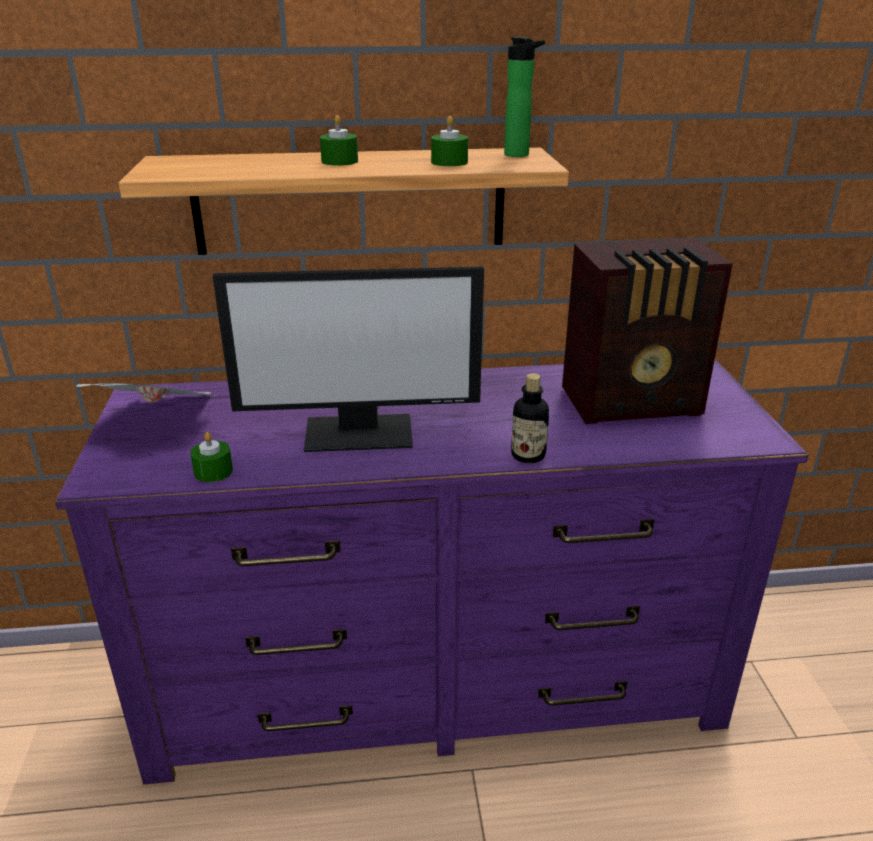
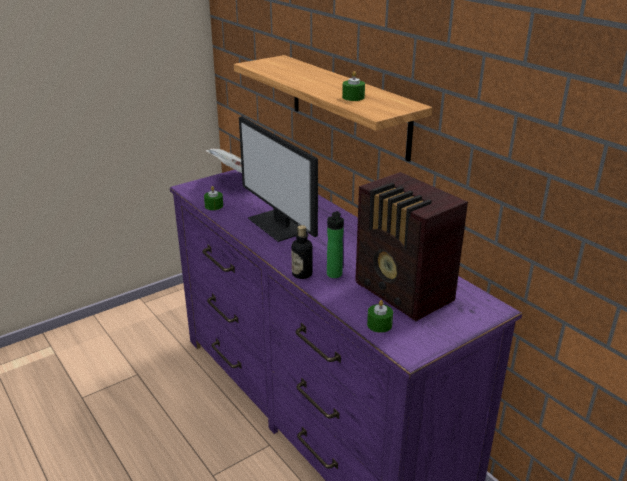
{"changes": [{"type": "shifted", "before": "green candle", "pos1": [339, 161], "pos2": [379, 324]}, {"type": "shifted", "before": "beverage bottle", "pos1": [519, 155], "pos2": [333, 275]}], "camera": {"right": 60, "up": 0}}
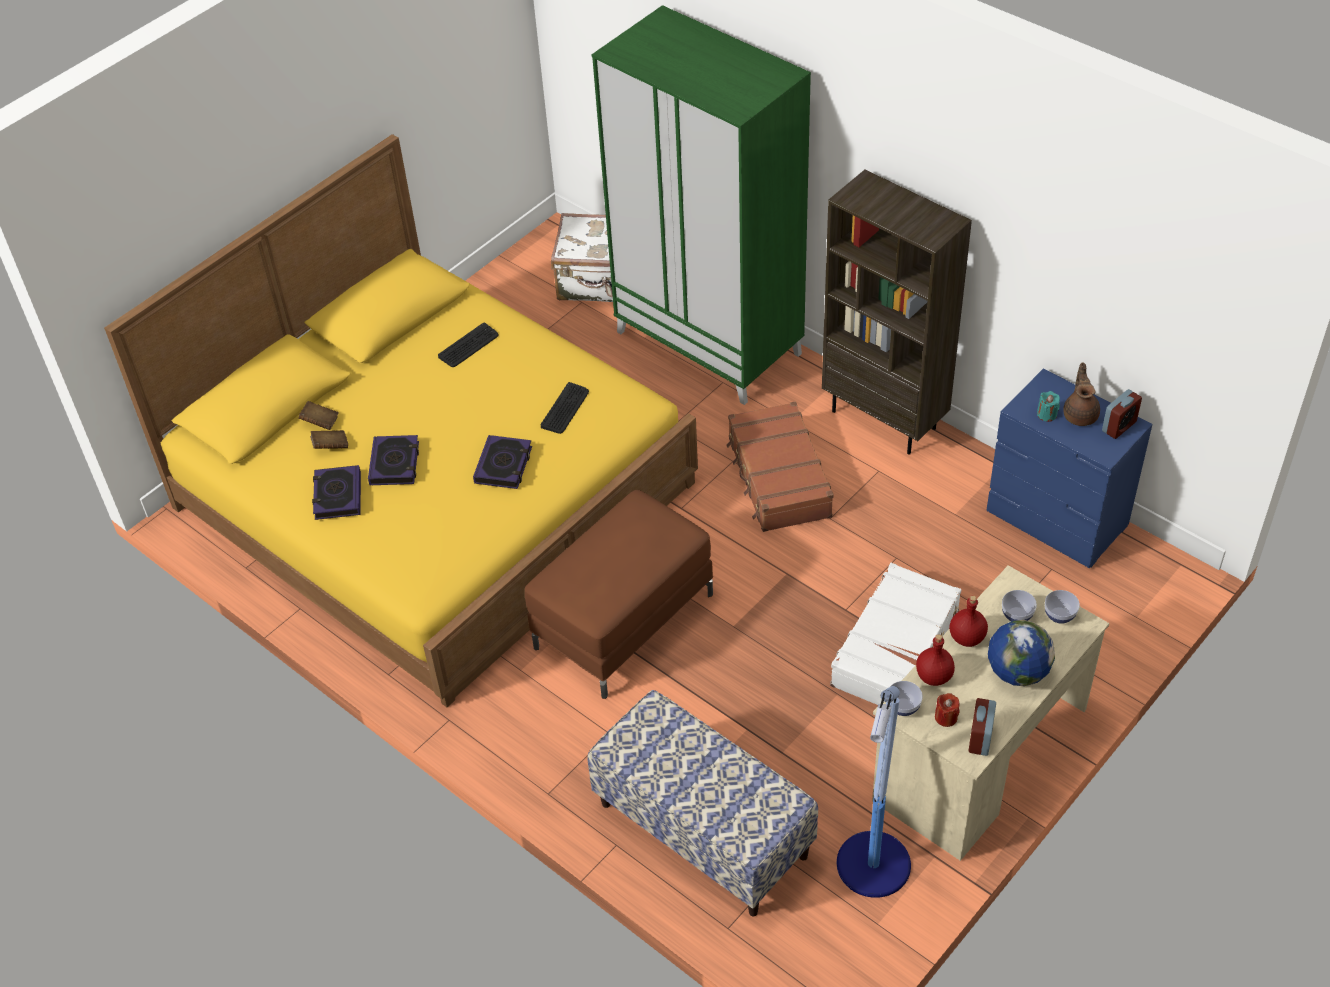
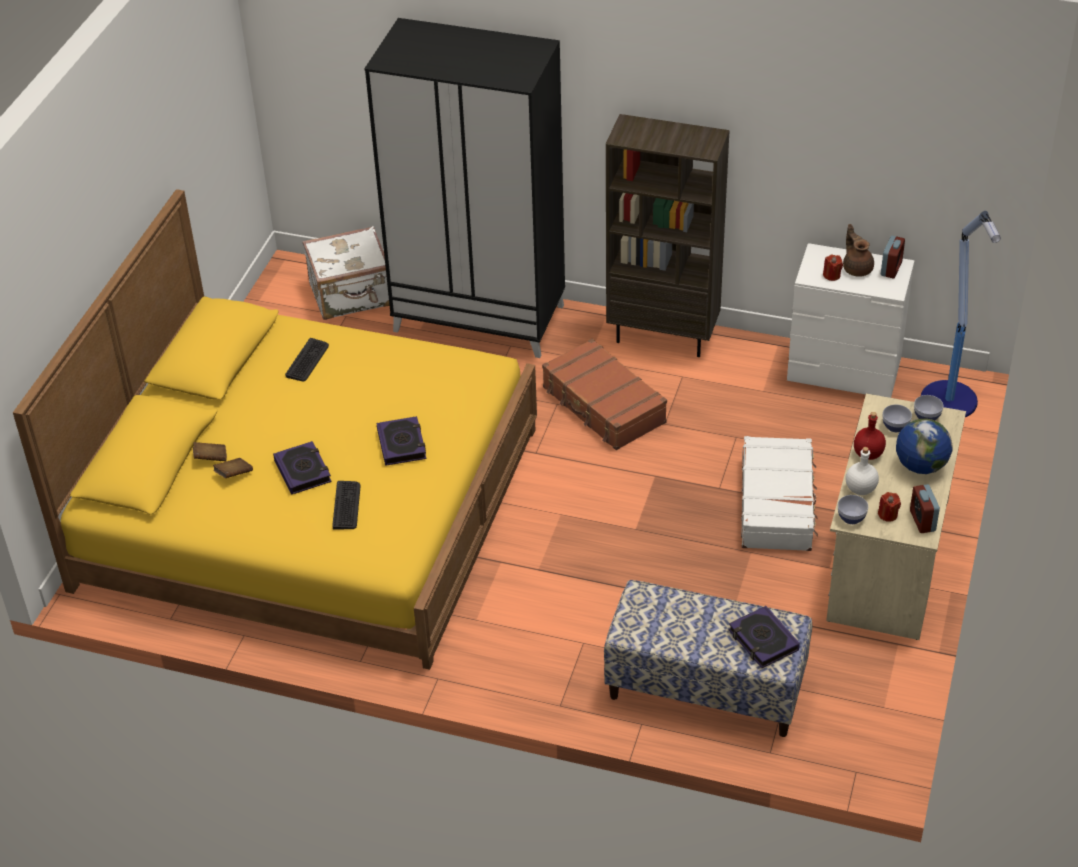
{"changes": [{"type": "shifted", "before": "book", "pos1": [337, 496], "pos2": [763, 640]}, {"type": "gone", "before": "brown-coloured footrest", "pos1": [624, 620]}, {"type": "shifted", "before": "keyboard", "pos1": [565, 409], "pos2": [346, 505]}, {"type": "repainted", "before": "green armoire", "after": "black armoire", "pos1": [710, 343], "pos2": [480, 318]}, {"type": "shifted", "before": "standing lamp", "pos1": [873, 867], "pos2": [949, 402]}, {"type": "repainted", "before": "red beverage bottle", "after": "white beverage bottle", "pos1": [934, 676], "pos2": [860, 488]}, {"type": "repainted", "before": "bluish chest of drawers", "after": "white chest of drawers", "pos1": [1057, 519], "pos2": [844, 371]}, {"type": "repainted", "before": "turquoise candle", "after": "red candle", "pos1": [1047, 414], "pos2": [832, 275]}], "camera": {"right": -25, "up": -5}}
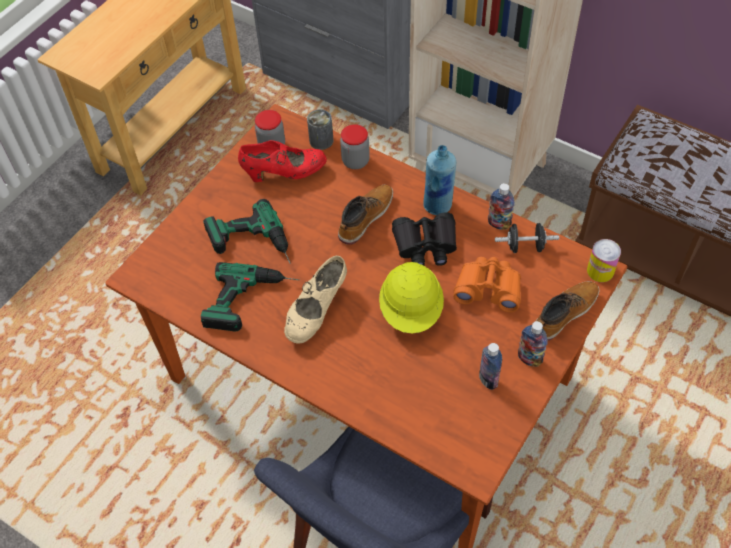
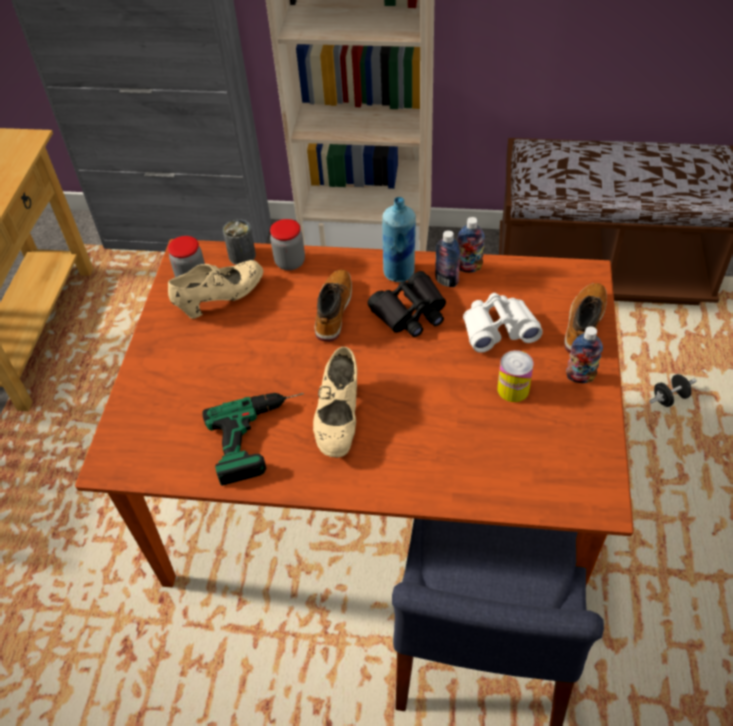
{"changes": [{"type": "gone", "before": "power drill", "pos1": [251, 246]}, {"type": "repainted", "before": "red shoe", "after": "sand-coloured shoe", "pos1": [284, 173], "pos2": [221, 299]}, {"type": "gone", "before": "yellow hard hat", "pos1": [411, 310]}, {"type": "repainted", "before": "orangey binoculars", "after": "white binoculars", "pos1": [488, 289], "pos2": [498, 329]}, {"type": "shifted", "before": "beverage bottle", "pos1": [488, 379], "pos2": [446, 281]}, {"type": "shifted", "before": "black dumbbell", "pos1": [525, 246], "pos2": [669, 398]}, {"type": "shifted", "before": "metal can", "pos1": [600, 271], "pos2": [513, 389]}], "camera": {"right": -25, "up": -5}}
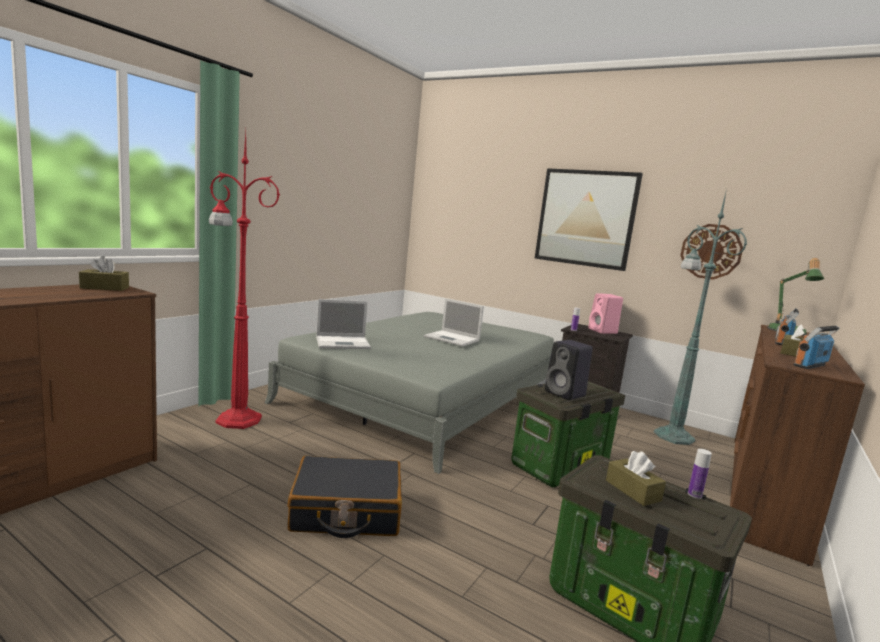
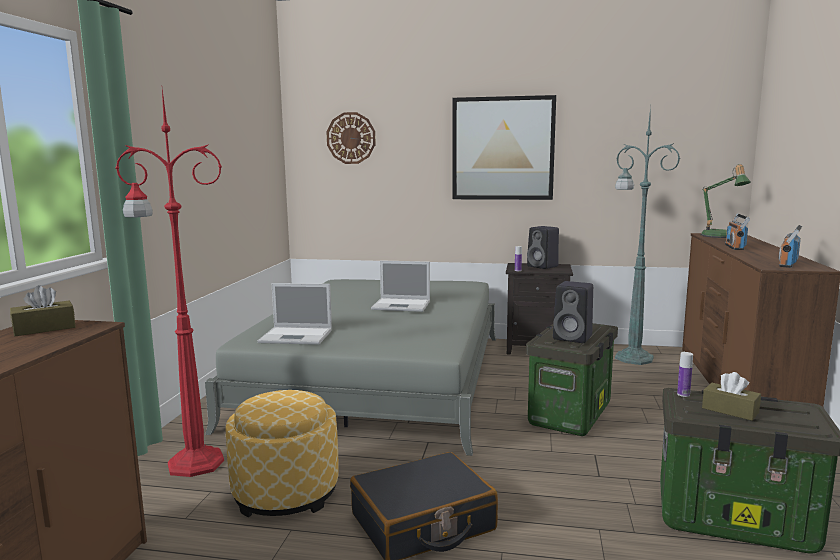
{"changes": [{"type": "rotated", "before": "notebook computer", "pos1": [344, 343], "pos2": [297, 336], "turn": 45}, {"type": "repainted", "before": "pinkish loudspeaker", "after": "black loudspeaker", "pos1": [603, 331], "pos2": [543, 266]}, {"type": "shifted", "before": "hanging clock", "pos1": [711, 251], "pos2": [351, 138]}, {"type": "shifted", "before": "beverage bottle", "pos1": [694, 495], "pos2": [683, 394]}, {"type": "gone", "before": "brown-coloured tissue box", "pos1": [792, 353]}, {"type": "new", "after": "footrest", "pos2": [285, 492]}], "camera": {"right": -20, "up": 0}}
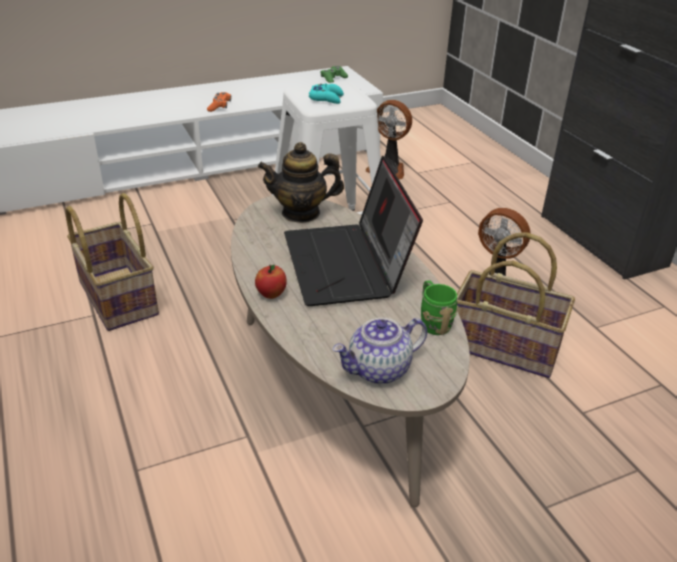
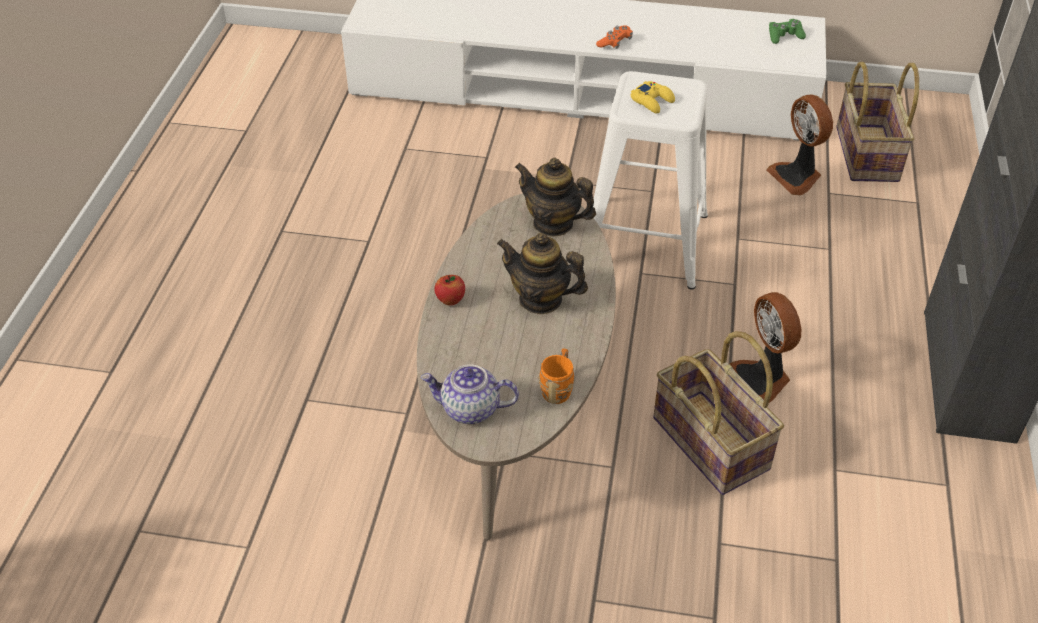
{"changes": [{"type": "shifted", "before": "basket", "pos1": [116, 298], "pos2": [865, 153]}, {"type": "swapped", "before": "notebook computer", "after": "tea pot", "pos1": [347, 265], "pos2": [541, 299]}, {"type": "repainted", "before": "turquoise gamepad", "after": "yellow gamepad", "pos1": [326, 98], "pos2": [652, 101]}, {"type": "repainted", "before": "green coffee mug", "after": "orangey coffee mug", "pos1": [433, 321], "pos2": [558, 388]}], "camera": {"right": 35, "up": 10}}
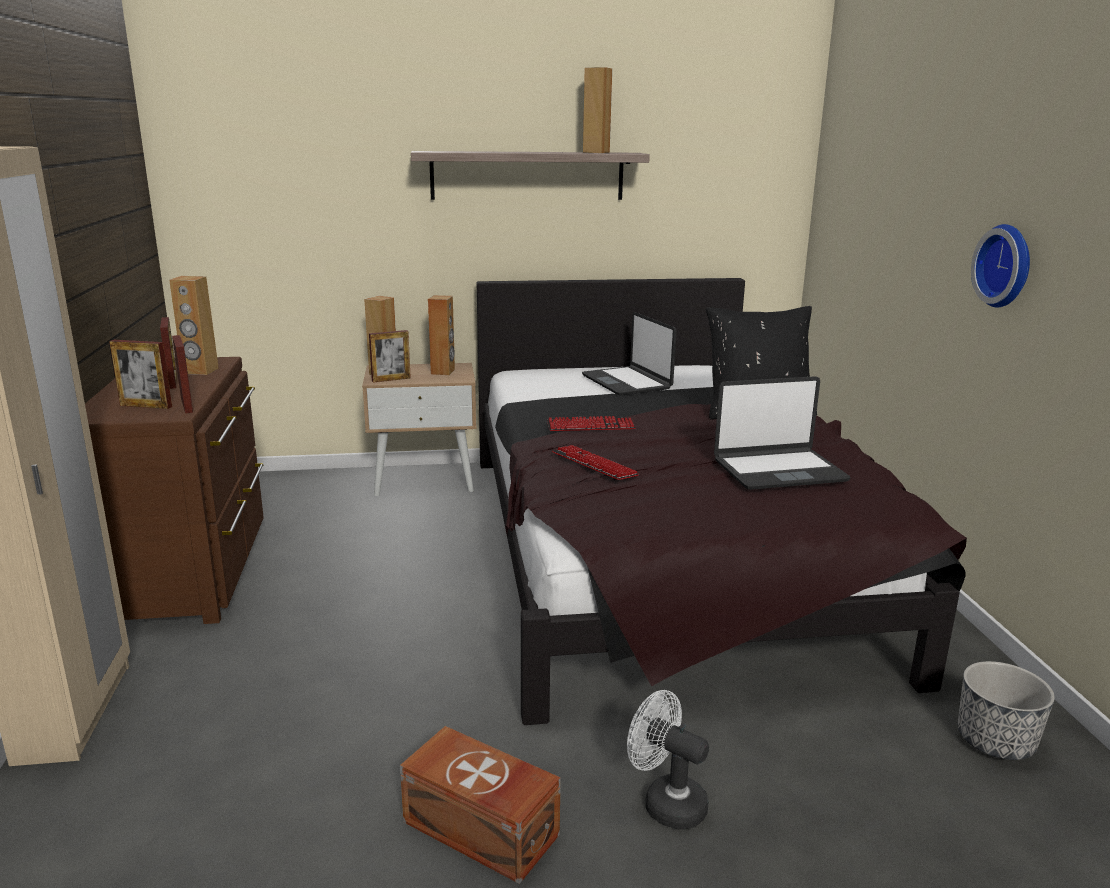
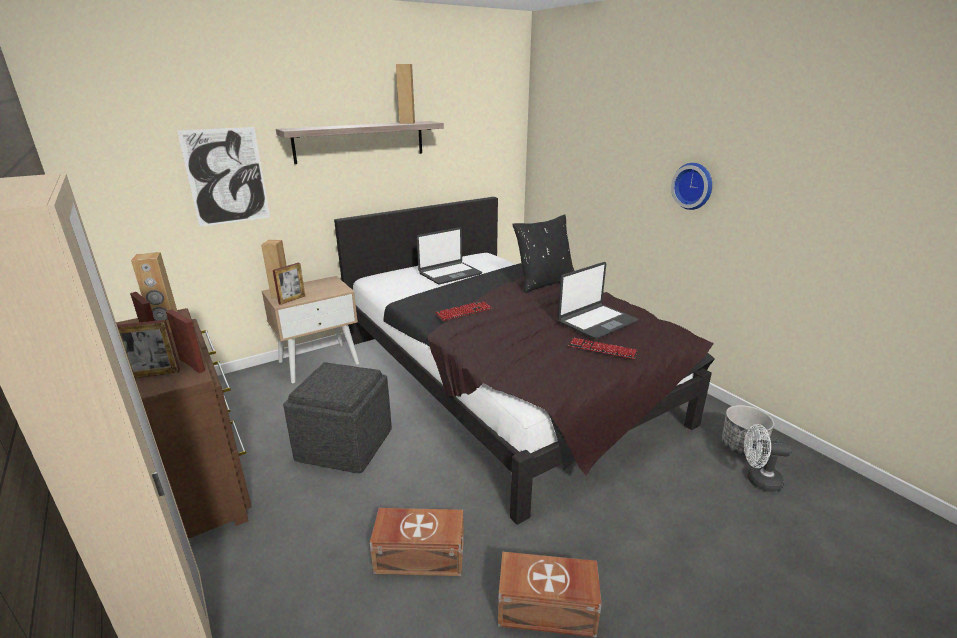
{"changes": [{"type": "gone", "before": "brown-coloured loudspeaker", "pos1": [443, 372]}, {"type": "shifted", "before": "keyboard", "pos1": [594, 465], "pos2": [602, 349]}, {"type": "rotated", "before": "notebook computer", "pos1": [627, 382], "pos2": [449, 274], "turn": -75}, {"type": "shifted", "before": "white cooling fan", "pos1": [666, 802], "pos2": [758, 480]}, {"type": "new", "after": "wall picture", "pos2": [226, 177]}, {"type": "new", "after": "gray footrest", "pos2": [344, 444]}, {"type": "new", "after": "brown-coloured storage box", "pos2": [419, 555]}], "camera": {"right": -25, "up": 5}}
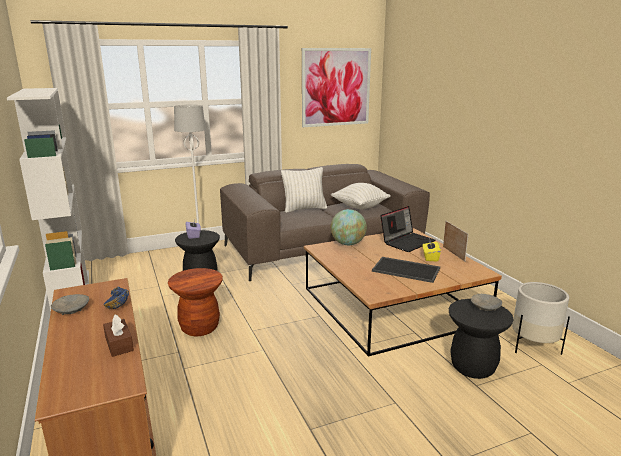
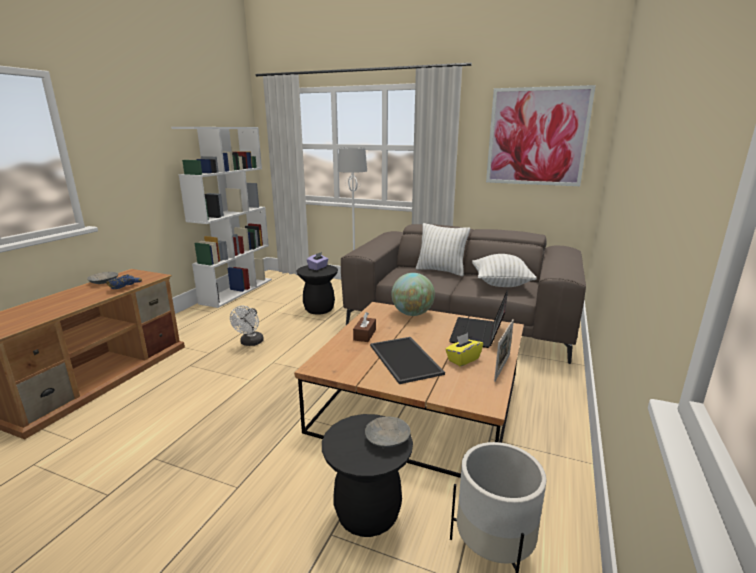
{"changes": [{"type": "shifted", "before": "brown-coloured tissue box", "pos1": [119, 344], "pos2": [364, 335]}, {"type": "swapped", "before": "brown-coloured stool seat", "after": "white cooling fan", "pos1": [199, 327], "pos2": [250, 343]}, {"type": "rotated", "before": "notebook computer", "pos1": [407, 241], "pos2": [478, 334], "turn": 105}], "camera": {"right": 45, "up": 0}}
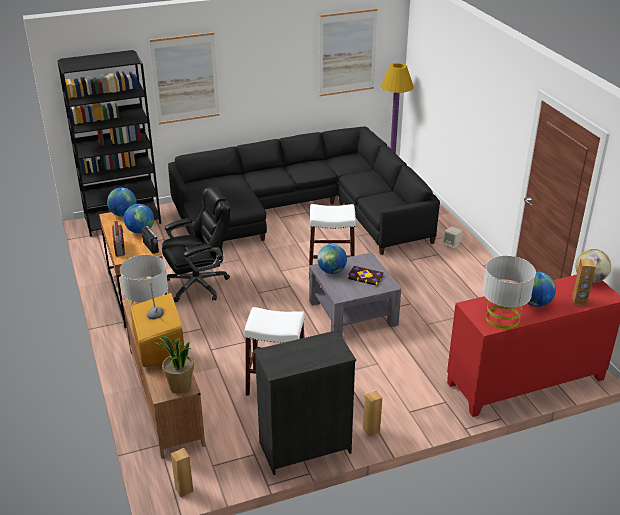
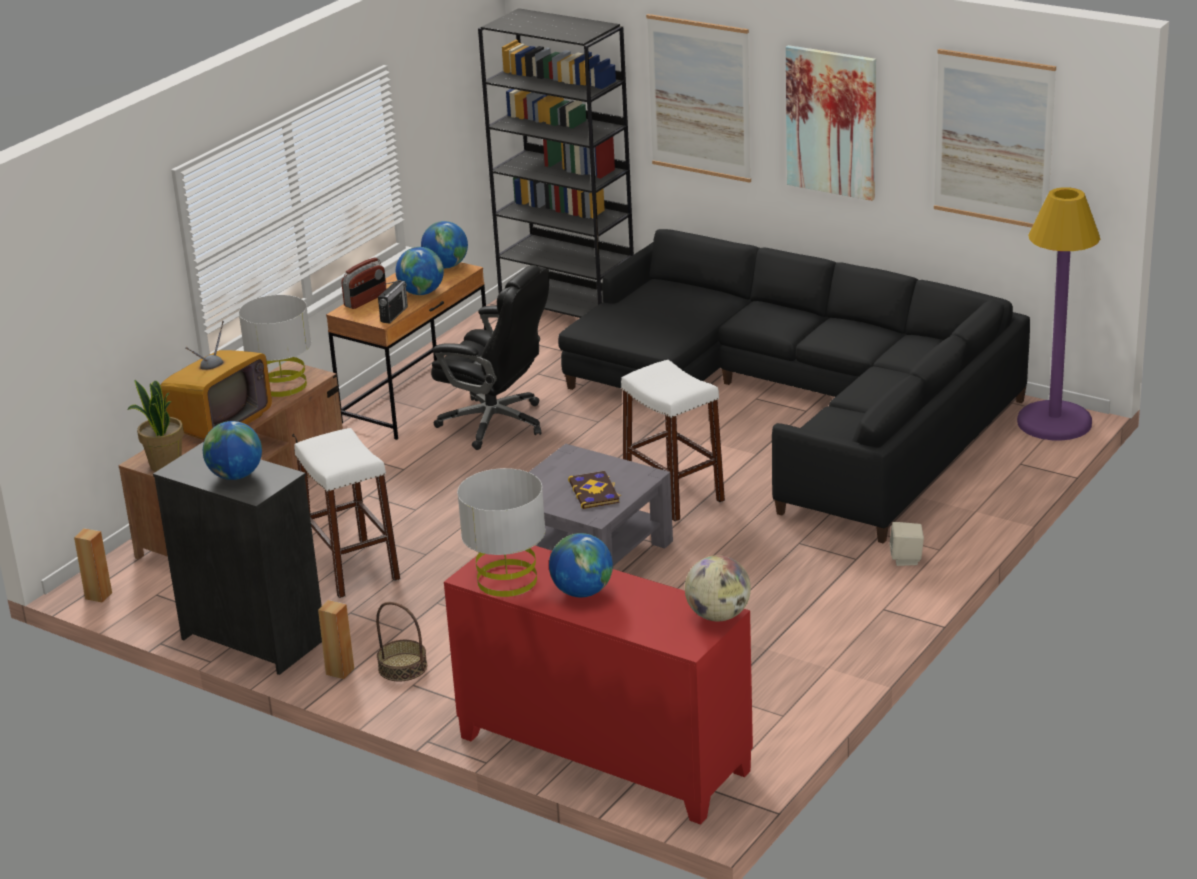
{"changes": [{"type": "shifted", "before": "desk globe", "pos1": [331, 271], "pos2": [235, 476]}, {"type": "gone", "before": "brown-coloured loudspeaker", "pos1": [579, 301]}, {"type": "new", "after": "basket", "pos2": [402, 667]}, {"type": "new", "after": "wall picture", "pos2": [831, 122]}], "camera": {"right": 55, "up": -5}}
